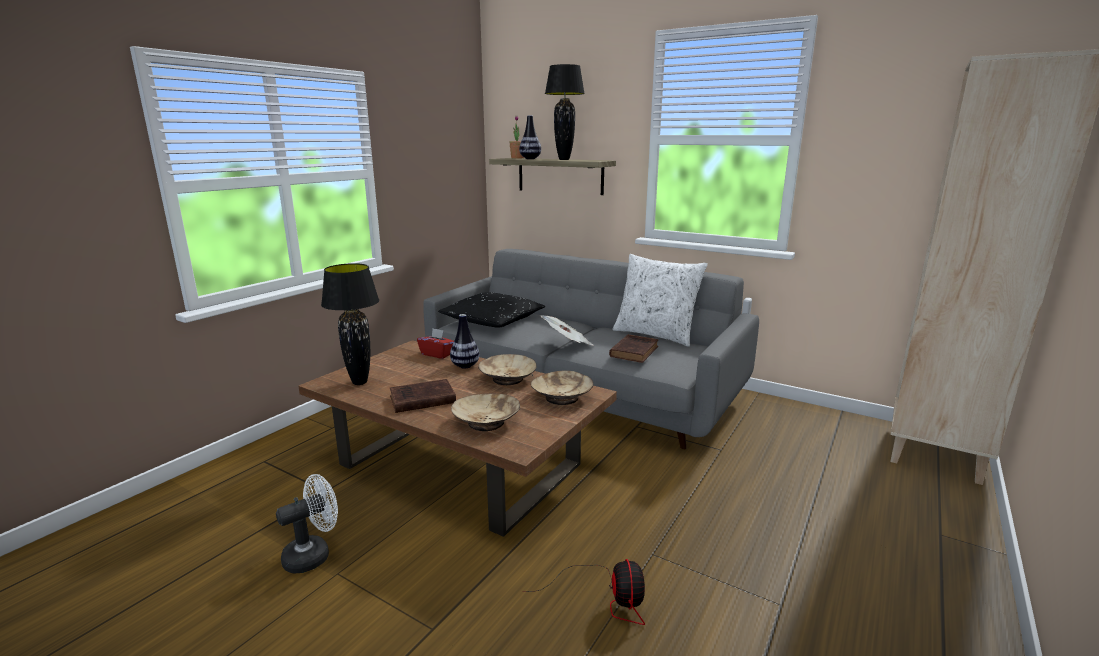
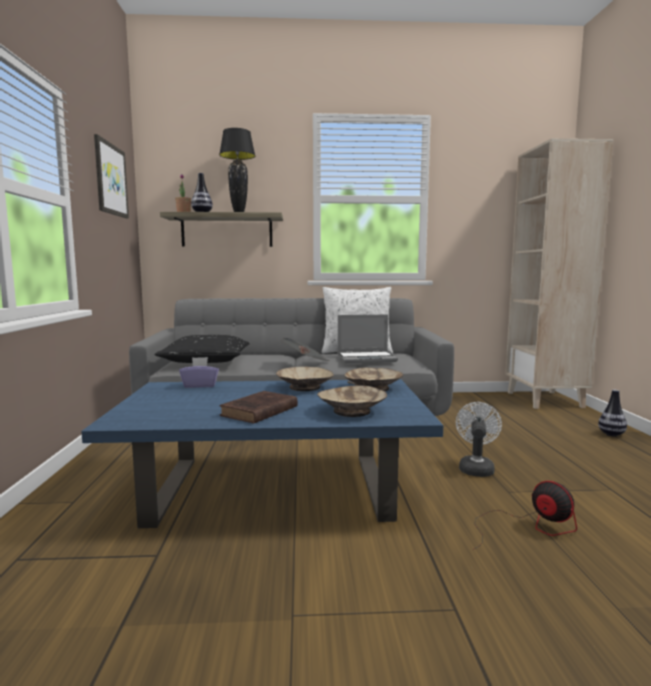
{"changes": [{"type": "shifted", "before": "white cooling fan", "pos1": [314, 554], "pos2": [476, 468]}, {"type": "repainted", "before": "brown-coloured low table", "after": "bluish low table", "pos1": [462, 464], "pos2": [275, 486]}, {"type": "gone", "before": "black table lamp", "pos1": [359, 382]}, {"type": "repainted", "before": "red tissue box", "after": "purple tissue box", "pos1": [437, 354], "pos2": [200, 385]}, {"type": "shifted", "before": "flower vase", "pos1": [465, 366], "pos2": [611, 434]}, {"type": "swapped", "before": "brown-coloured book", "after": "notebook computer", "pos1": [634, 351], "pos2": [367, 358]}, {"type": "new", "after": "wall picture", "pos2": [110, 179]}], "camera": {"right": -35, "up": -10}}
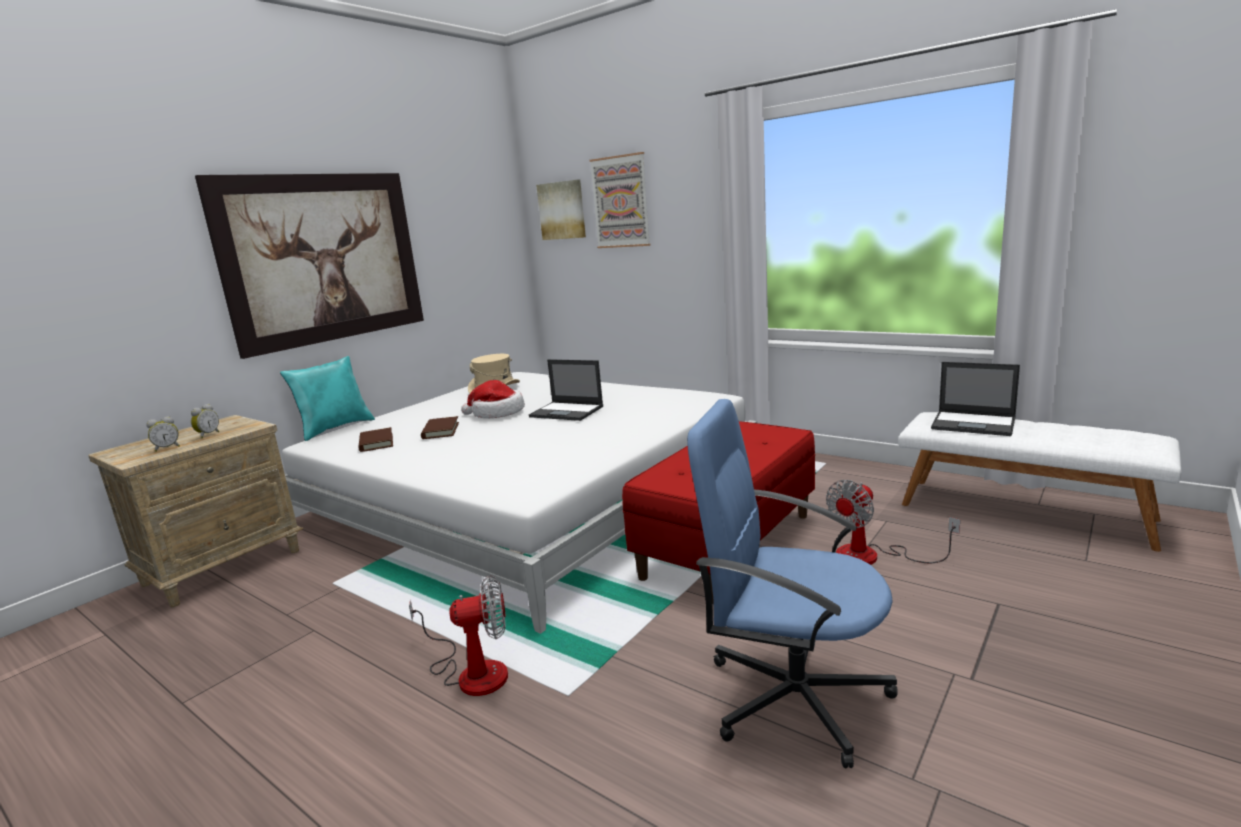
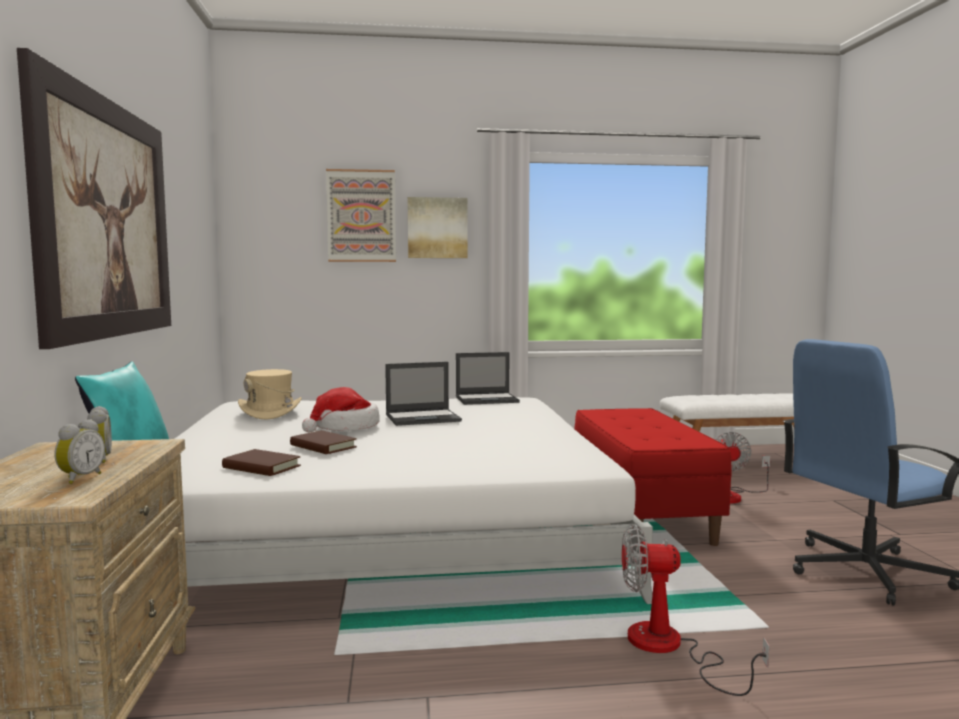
{"changes": [{"type": "rotated", "before": "cooling fan", "pos1": [472, 671], "pos2": [669, 648], "turn": -120}, {"type": "shifted", "before": "wall picture", "pos1": [562, 210], "pos2": [437, 228]}, {"type": "shifted", "before": "notebook computer", "pos1": [974, 424], "pos2": [487, 399]}], "camera": {"right": -45, "up": -10}}
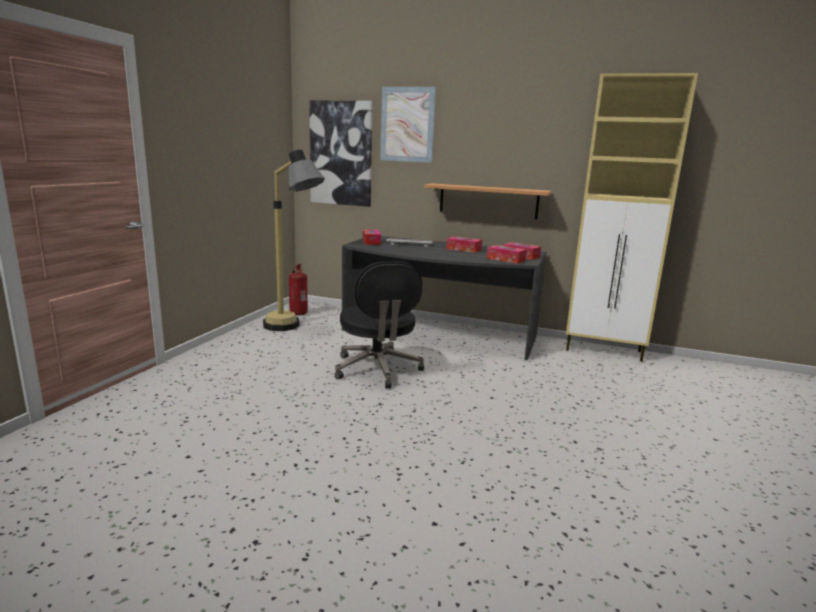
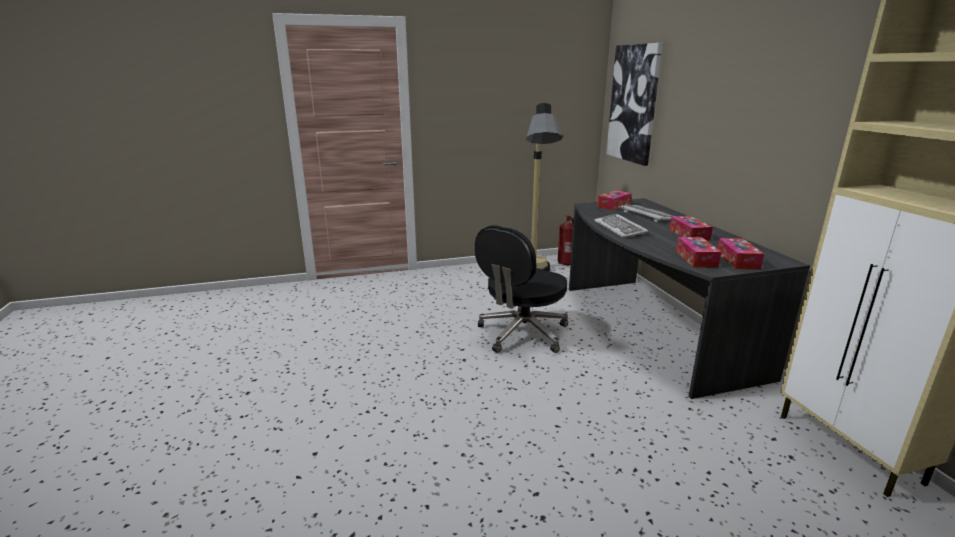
{"changes": [{"type": "gone", "before": "wall picture", "pos1": [407, 124]}, {"type": "gone", "before": "shelf", "pos1": [488, 201]}, {"type": "new", "after": "keyboard", "pos2": [620, 228]}], "camera": {"right": 55, "up": 5}}
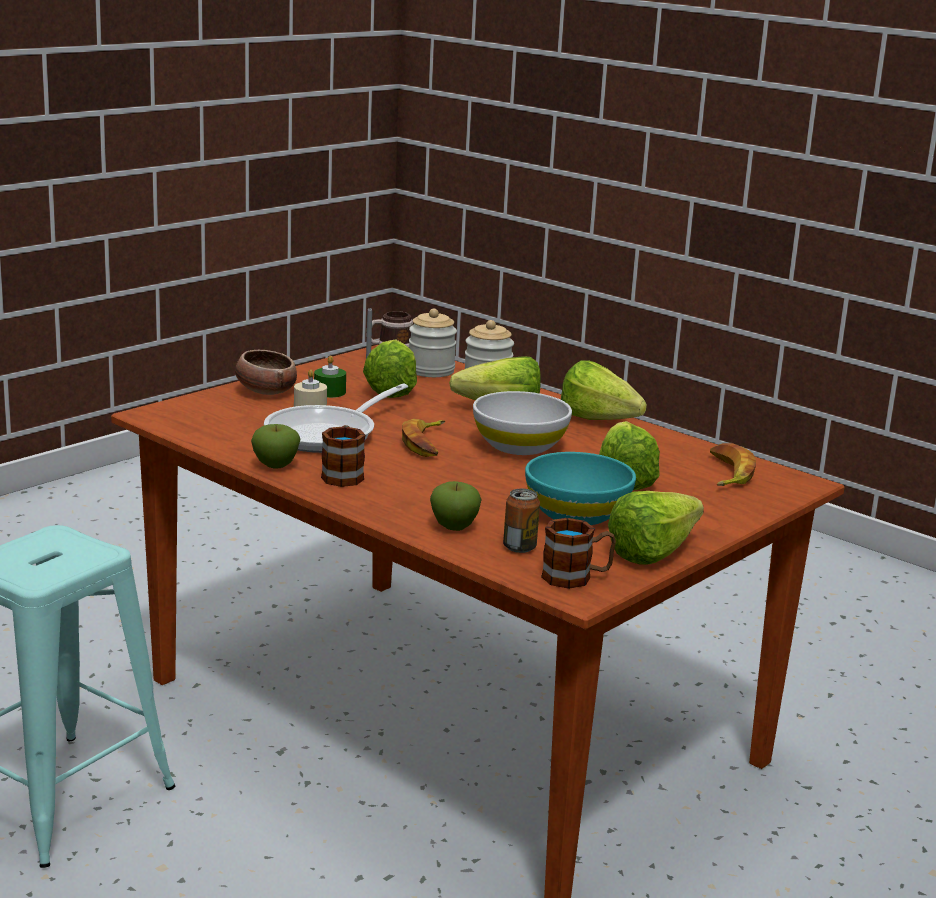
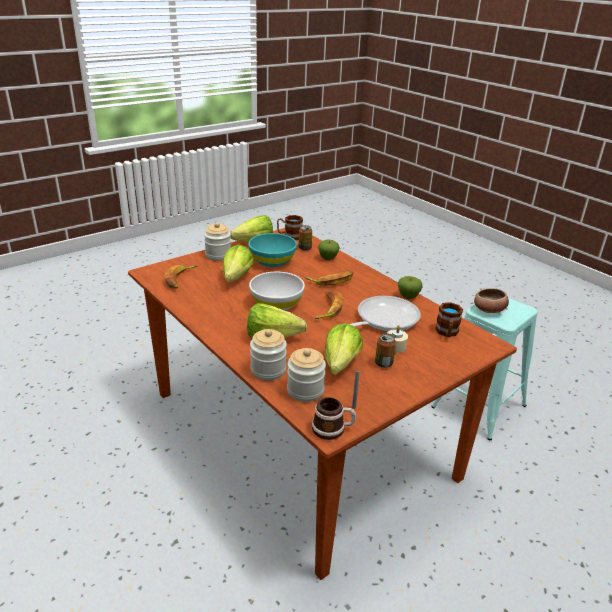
{"changes": [{"type": "shifted", "before": "deep dish", "pos1": [265, 391], "pos2": [489, 310]}, {"type": "swapped", "before": "green candle", "after": "metal can", "pos1": [329, 392], "pos2": [383, 363]}, {"type": "shifted", "before": "coffee mug", "pos1": [343, 475], "pos2": [447, 333]}, {"type": "gone", "before": "head of lettuce", "pos1": [603, 423]}, {"type": "new", "after": "jar", "pos2": [218, 255]}, {"type": "new", "after": "whole banana", "pos2": [331, 281]}], "camera": {"right": -170, "up": 10}}
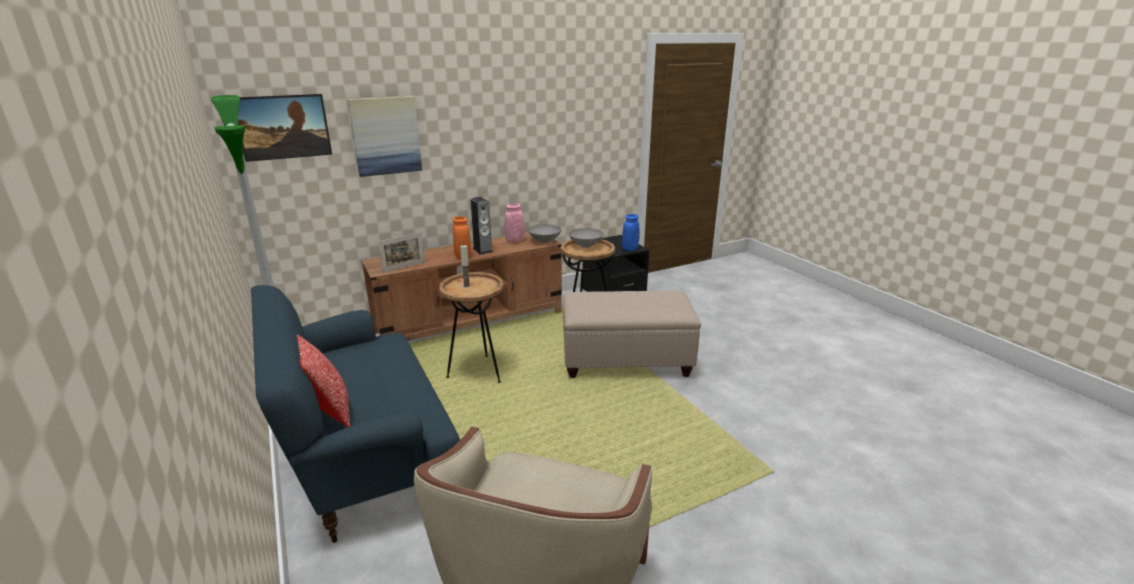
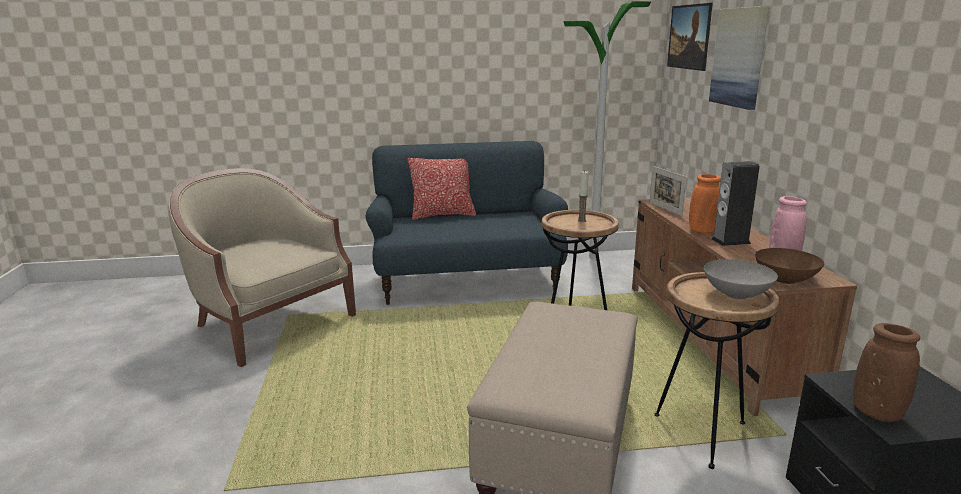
{"changes": [{"type": "repainted", "before": "gray deep dish", "after": "brown-coloured deep dish", "pos1": [544, 241], "pos2": [785, 280]}, {"type": "repainted", "before": "bluish flower vase", "after": "brown-coloured flower vase", "pos1": [630, 249], "pos2": [877, 413]}], "camera": {"right": 110, "up": -5}}
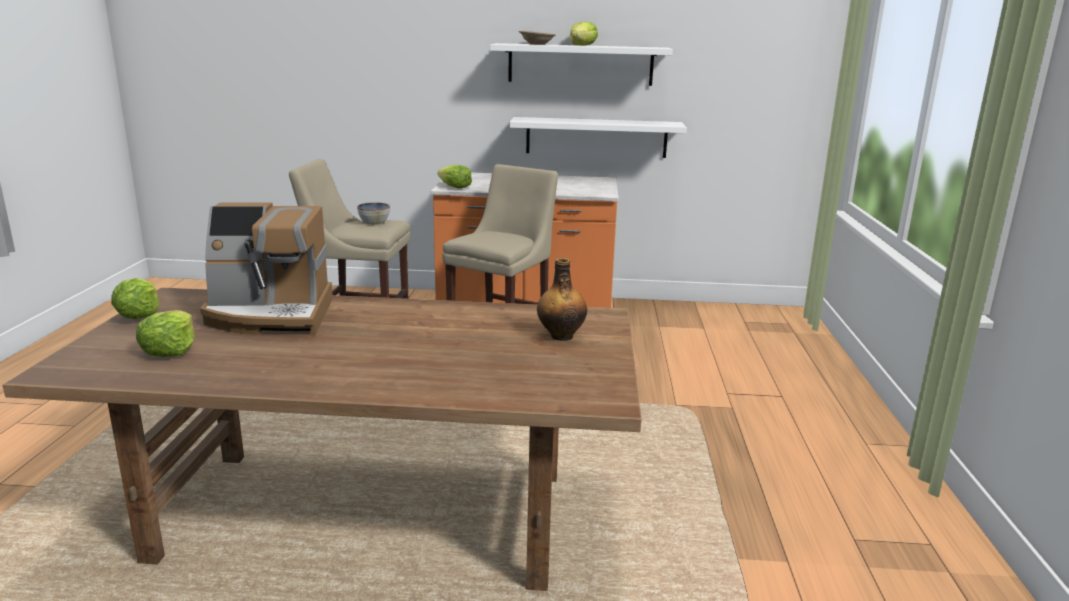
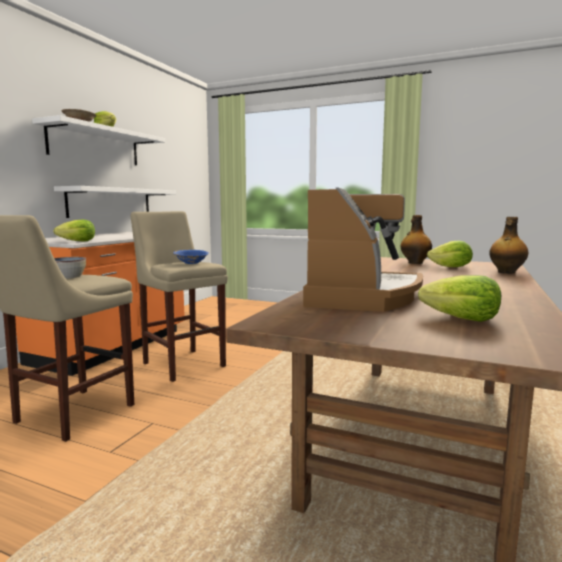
{"changes": [{"type": "shifted", "before": "head of lettuce", "pos1": [139, 316], "pos2": [451, 267]}, {"type": "new", "after": "bluish deep dish", "pos2": [191, 263]}, {"type": "new", "after": "beverage bottle", "pos2": [506, 272]}], "camera": {"right": -70, "up": -10}}
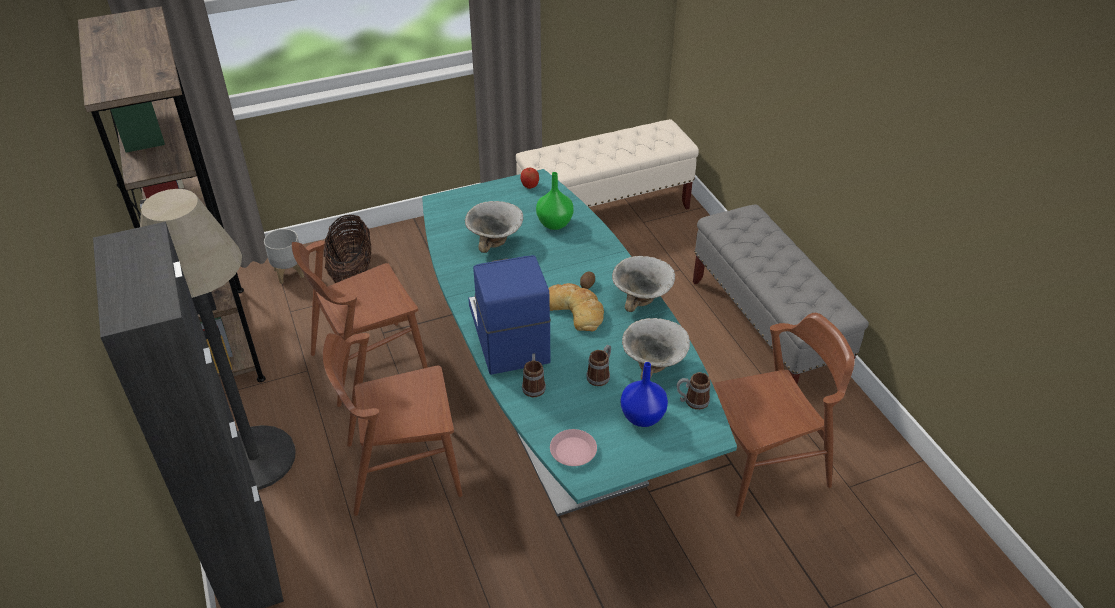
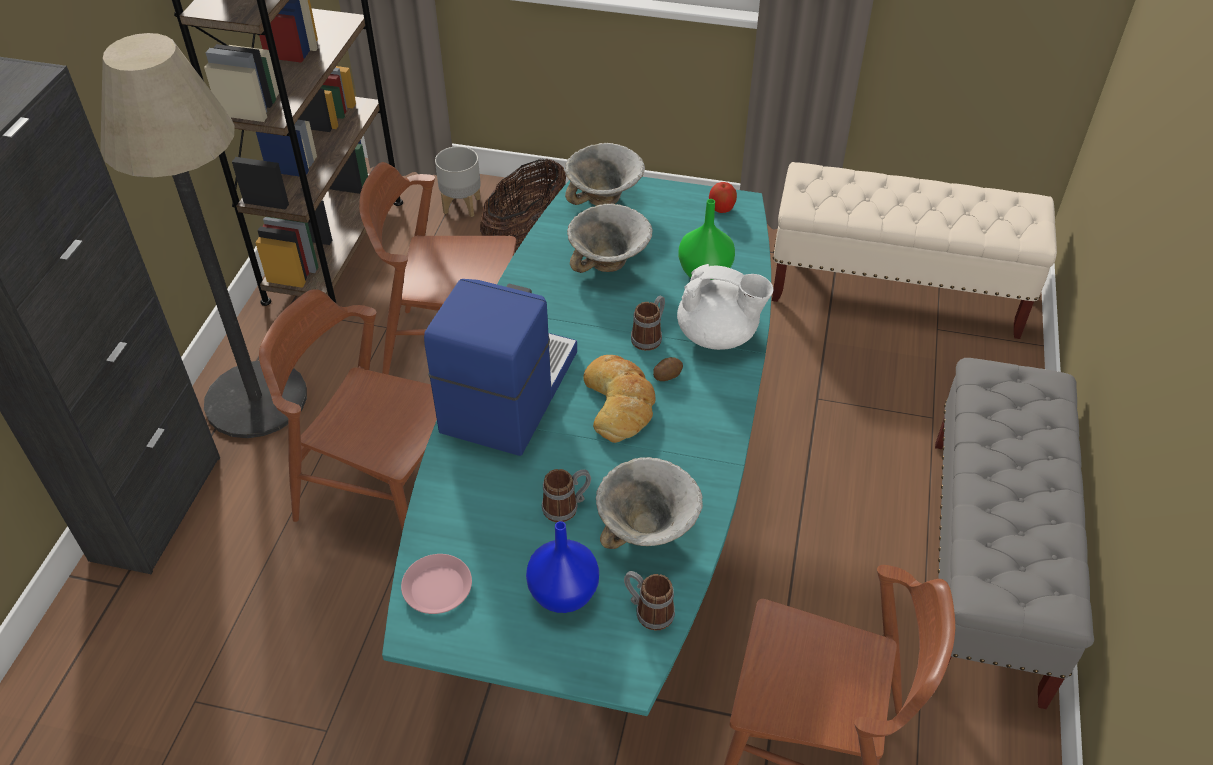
{"changes": [{"type": "shifted", "before": "coffee mug", "pos1": [533, 385], "pos2": [650, 336]}, {"type": "shifted", "before": "deep dish", "pos1": [642, 300], "pos2": [604, 200]}, {"type": "new", "after": "white tea pot", "pos2": [718, 335]}], "camera": {"right": 35, "up": 5}}
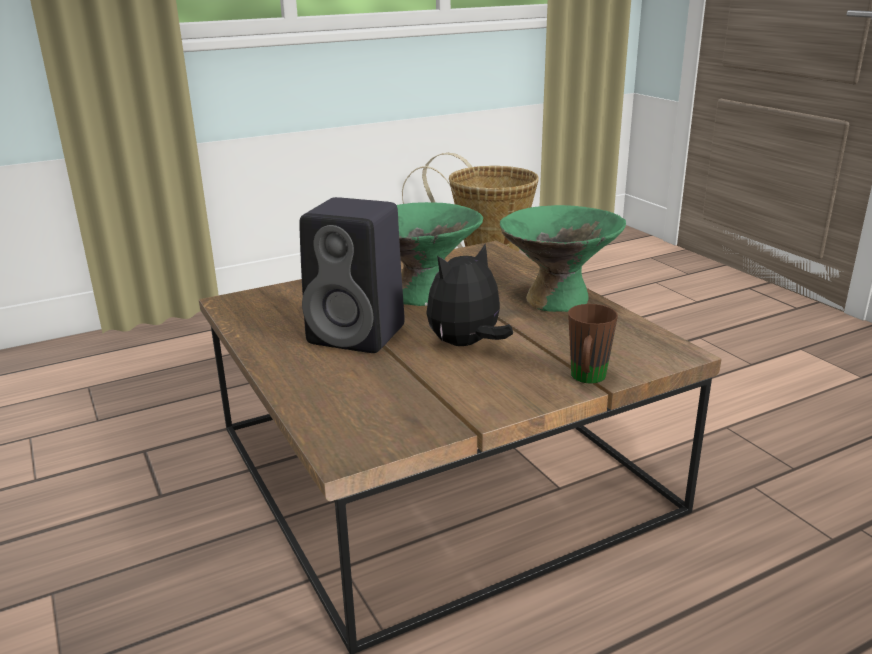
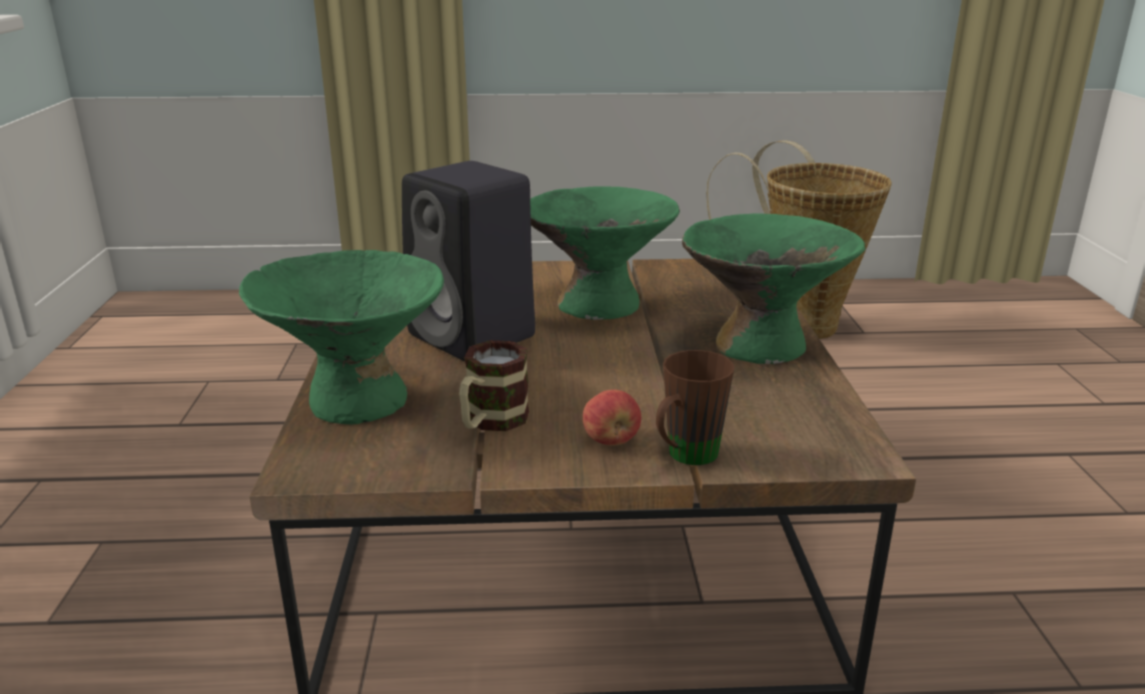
{"changes": [{"type": "gone", "before": "soft toy", "pos1": [466, 345]}, {"type": "new", "after": "green deep dish", "pos2": [357, 399]}, {"type": "new", "after": "coffee mug", "pos2": [490, 422]}, {"type": "new", "after": "apple", "pos2": [611, 440]}], "camera": {"right": 25, "up": 0}}
